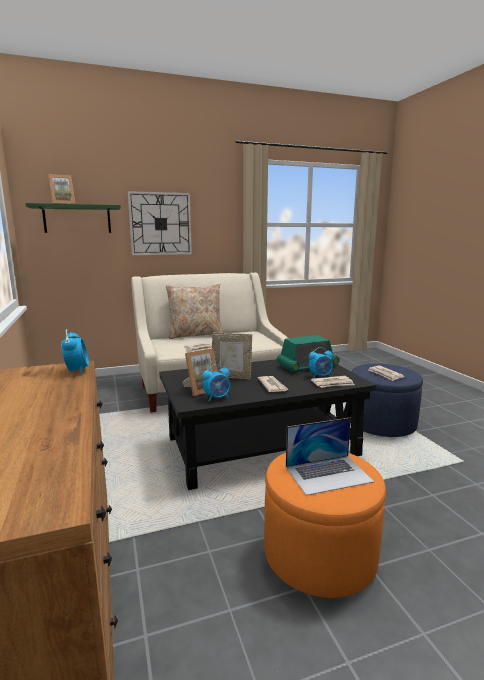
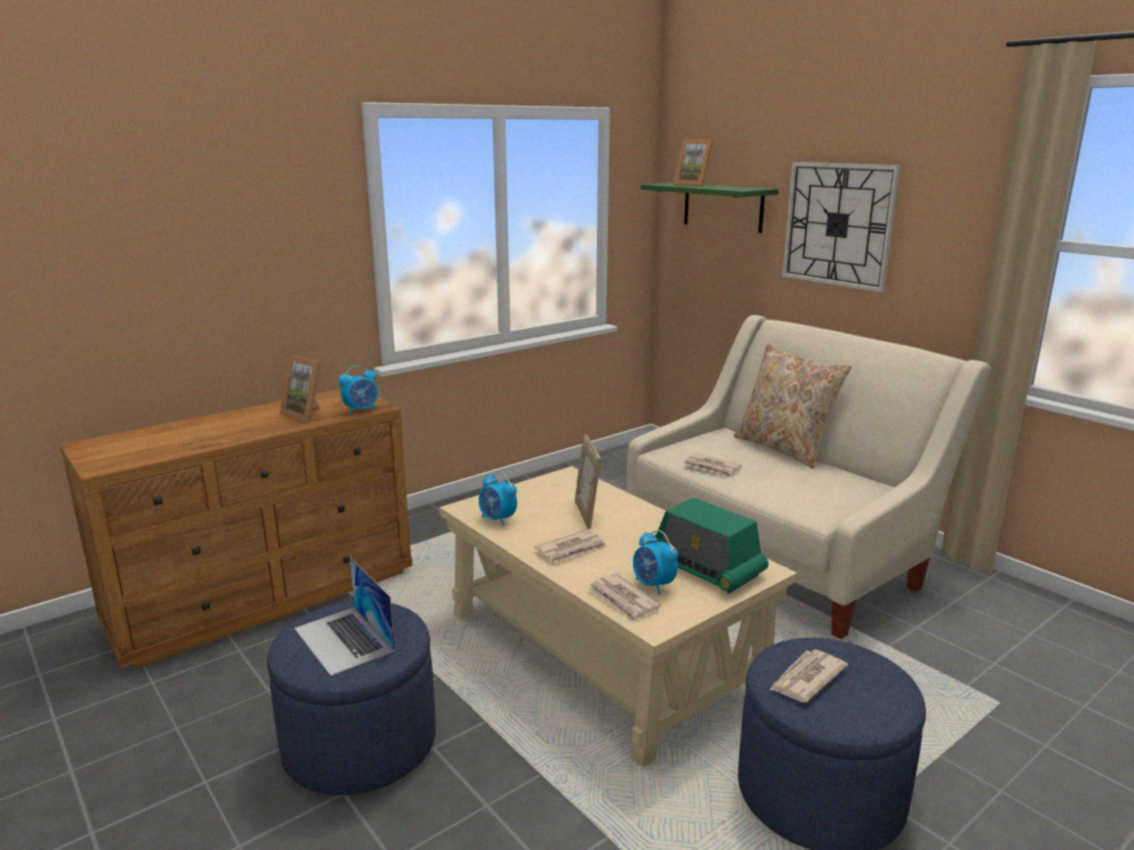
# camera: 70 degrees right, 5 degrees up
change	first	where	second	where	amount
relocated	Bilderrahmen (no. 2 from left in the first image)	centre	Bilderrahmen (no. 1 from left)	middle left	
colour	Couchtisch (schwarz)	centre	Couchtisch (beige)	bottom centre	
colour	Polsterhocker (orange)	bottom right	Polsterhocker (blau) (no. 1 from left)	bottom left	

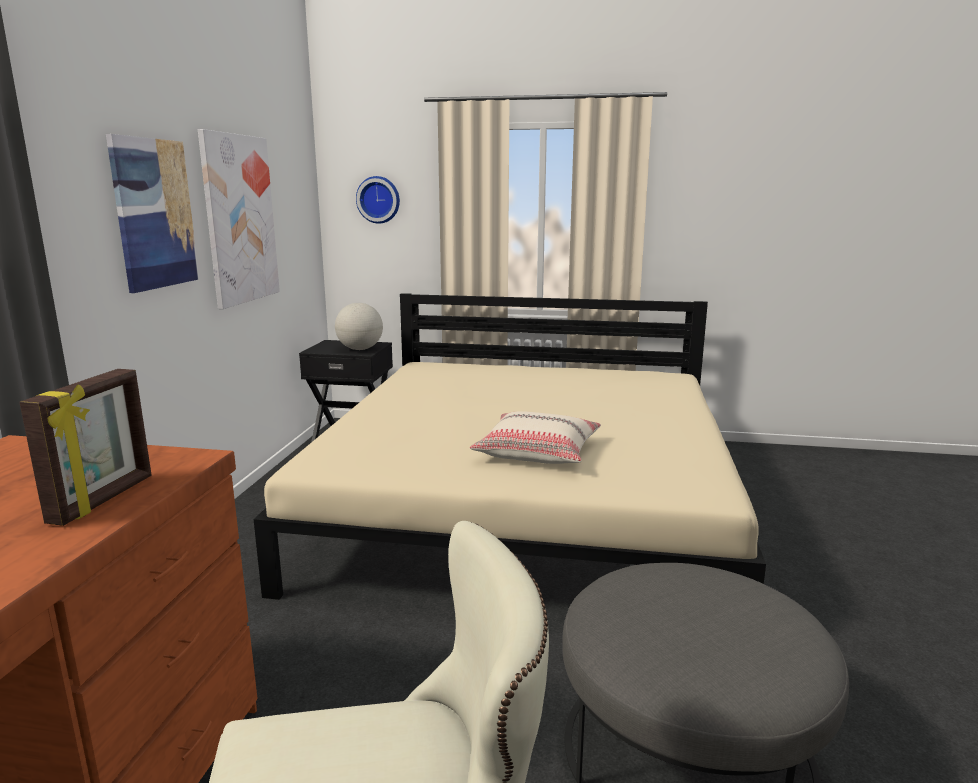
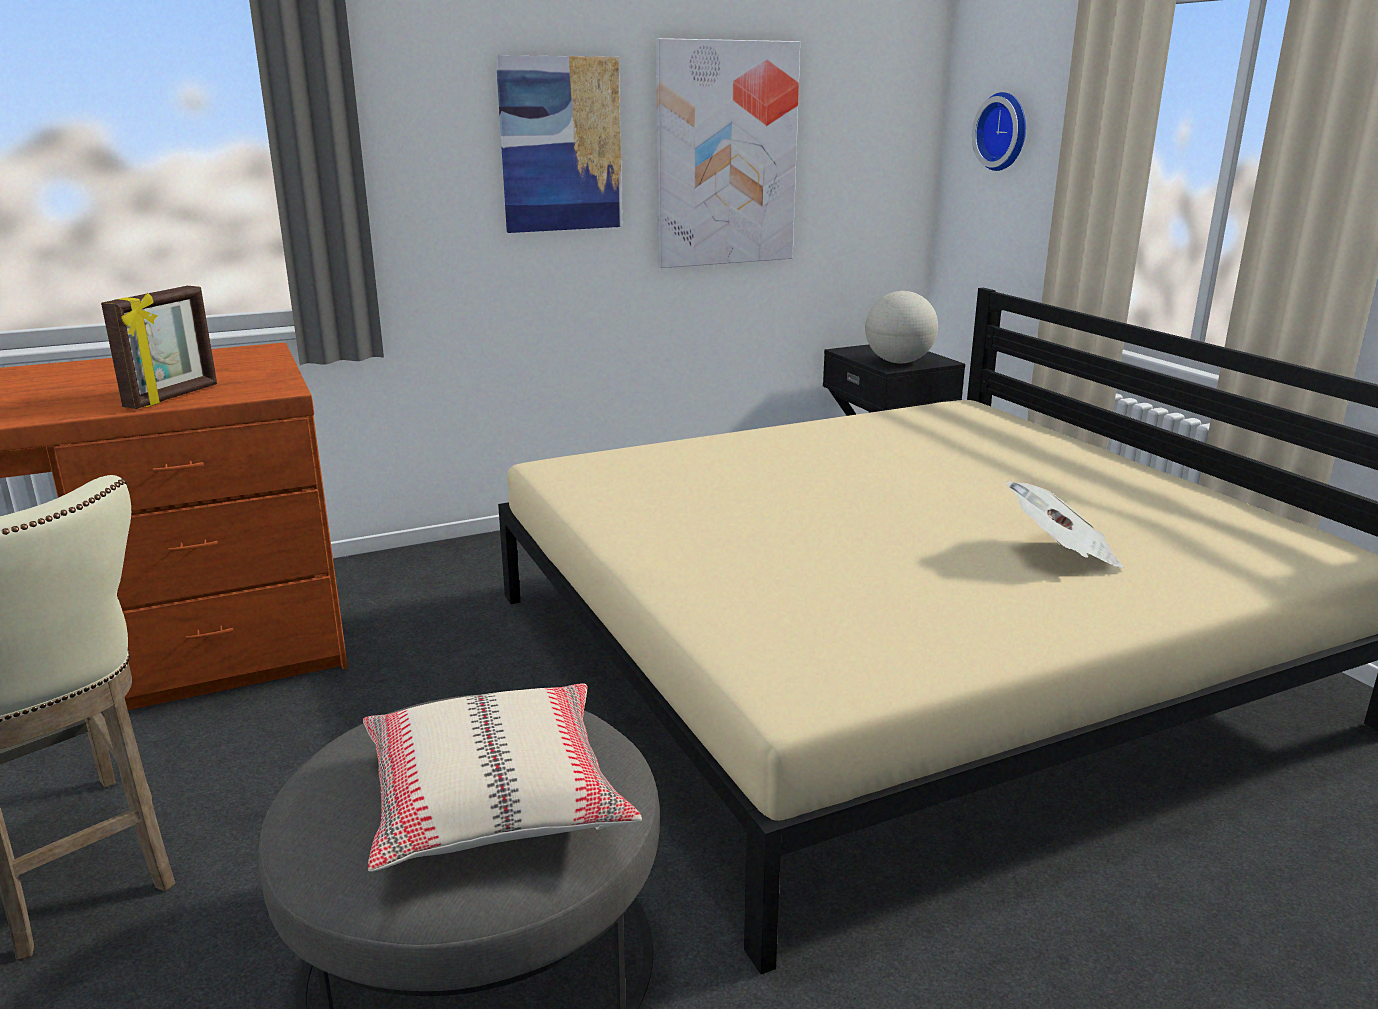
# camera: 55 degrees right, 5 degrees up
change	first	where	second	where	amount
spun	Bilderrahmen	middle left		middle left	45 degrees counterclockwise
relocated	Kissen (beige)	centre		bottom centre	
appeared			Zeitung	middle right	

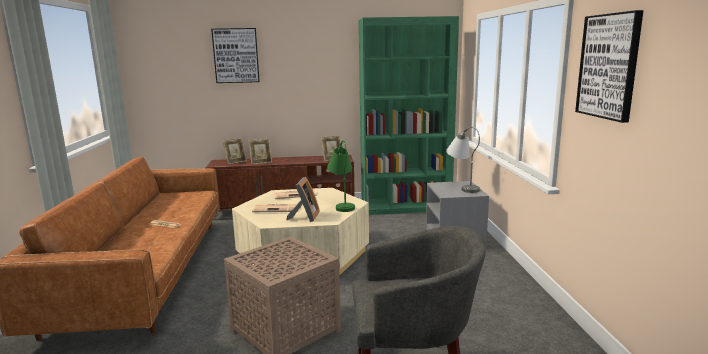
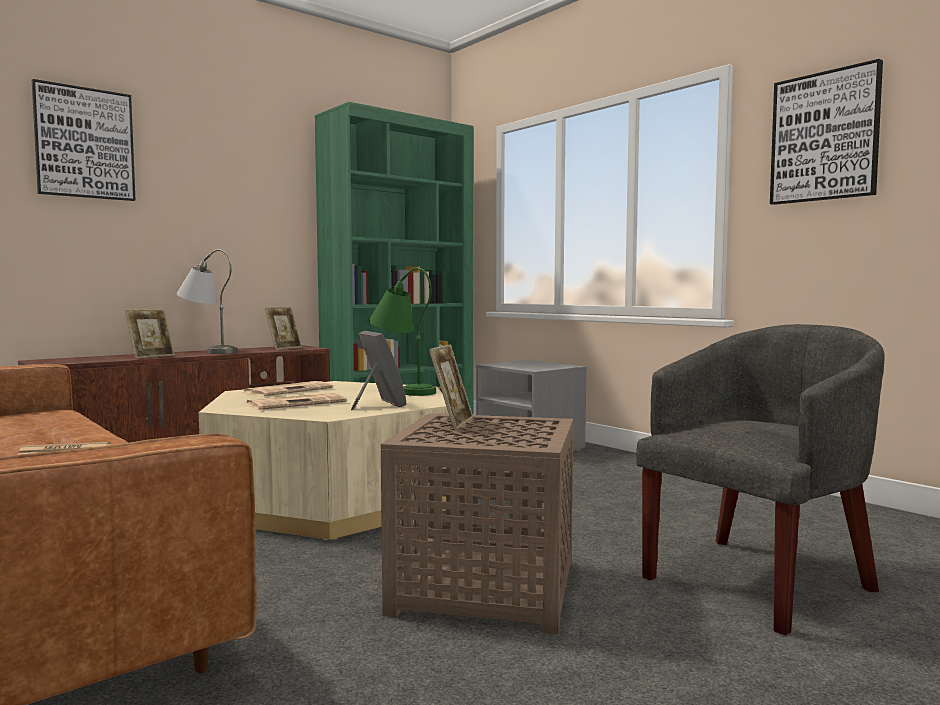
# camera: 35 degrees left, 10 degrees down
change	first	where	second	where	amount
relocated	Tischlampe (grau)	centre		middle left	
relocated	Bilderrahmen (no. 1 from left in the first image)	middle left	Bilderrahmen (no. 4 from left)	centre	

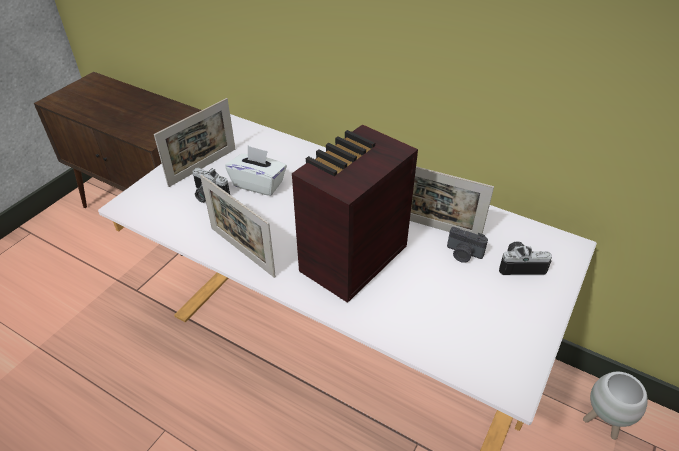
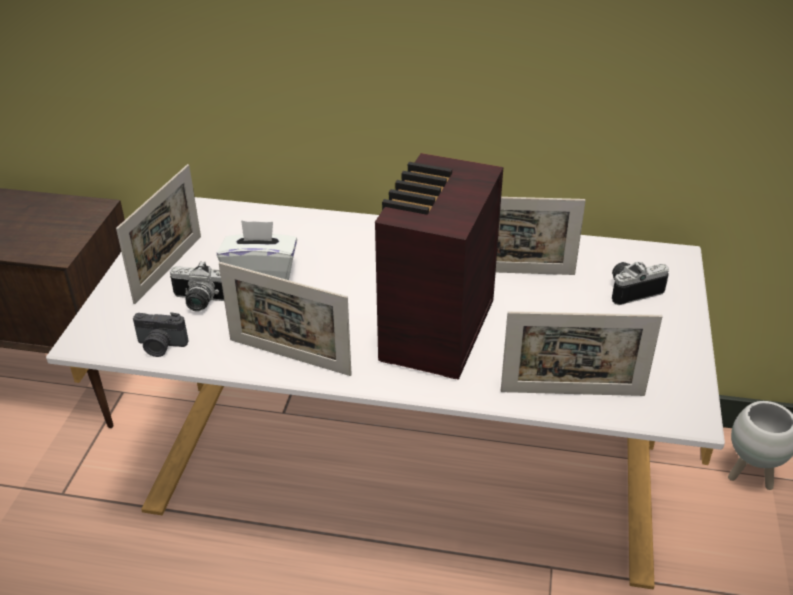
# camera: 20 degrees left, 5 degrees down
change	first	where	second	where	amount
relocated	Kamera (no. 2 from left in the first image)	middle right	Kamera (no. 1 from left)	middle left	
appeared			Bilderrahmen (no. 4 from left)	middle right	

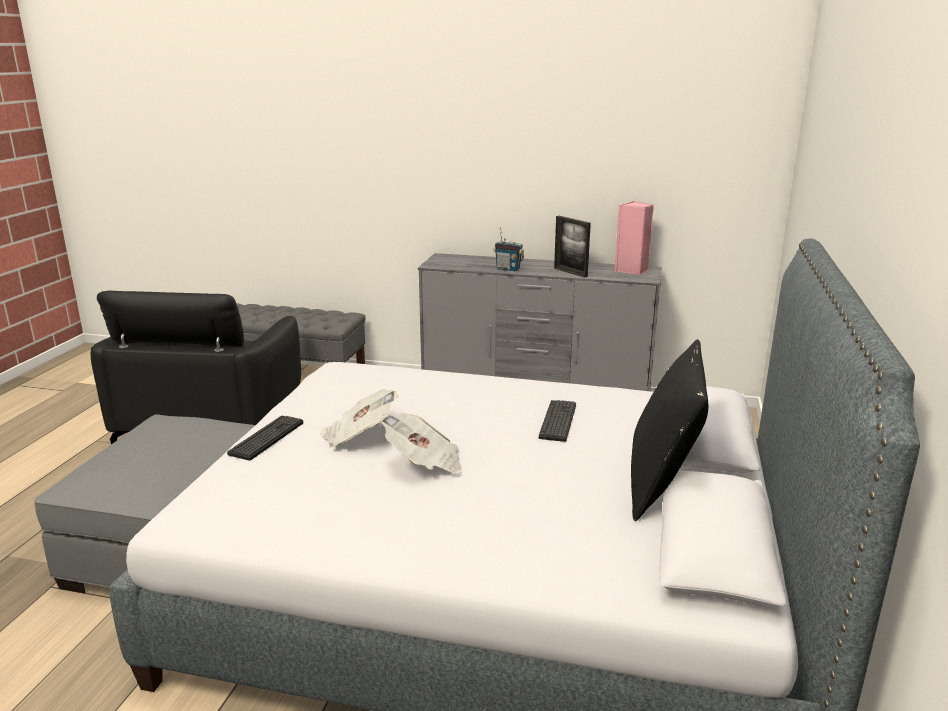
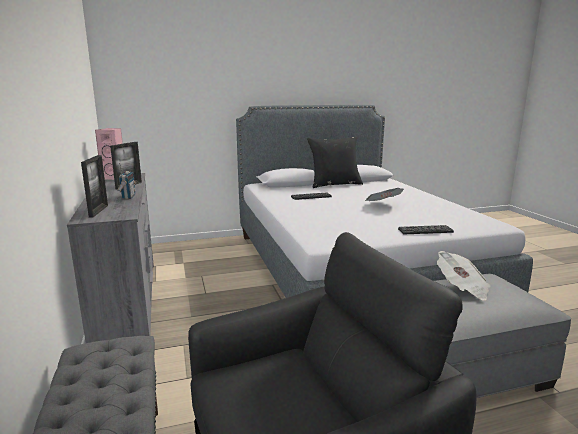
# camera: 120 degrees left, 5 degrees down
change	first	where	second	where	amount
relocated	Zeitung (no. 1 from left in the first image)	centre	Zeitung (no. 2 from left)	middle right	
appeared			Bilderrahmen (no. 1 from left)	middle left	

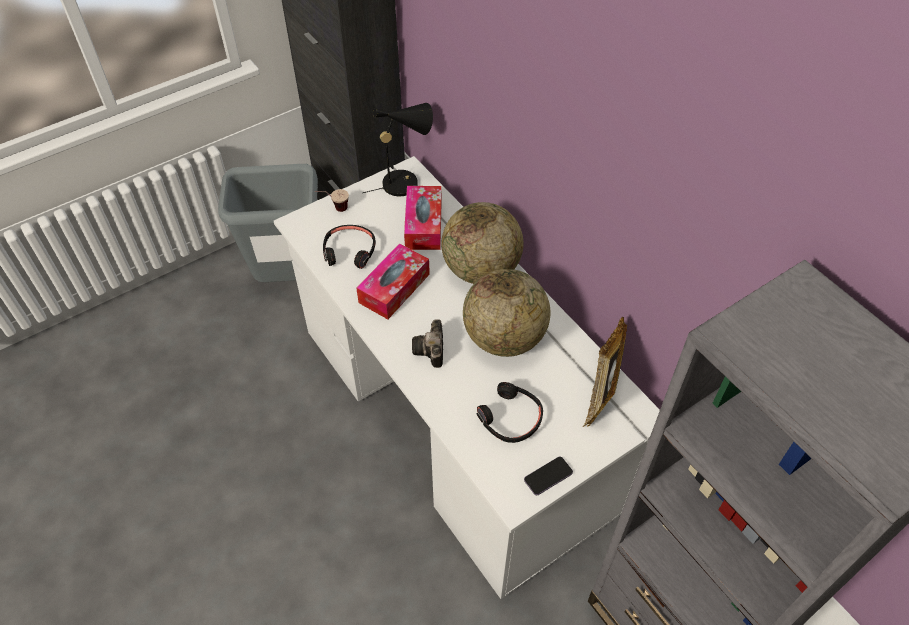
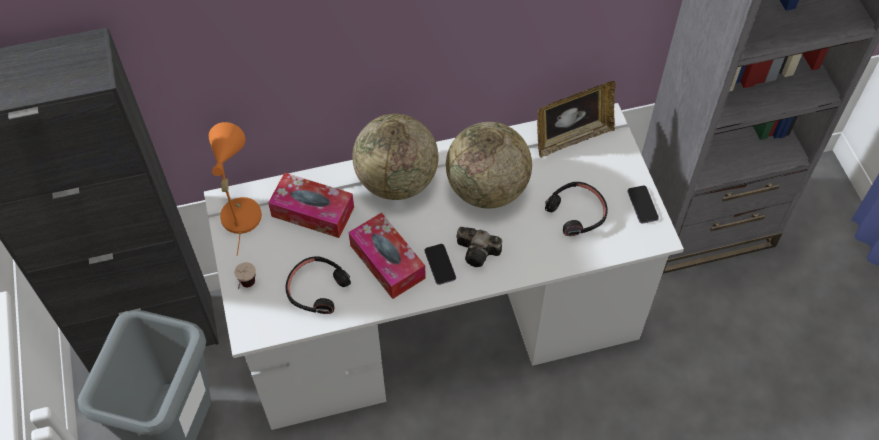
# camera: 70 degrees left, 5 degrees up
change	first	where	second	where	amount
colour	Tischlampe (schwarz)	top centre	Tischlampe (orange)	middle left	
spun	Bilderrahmen	centre		top centre	60 degrees counterclockwise
appeared			Handy (no. 1 from left)	centre	

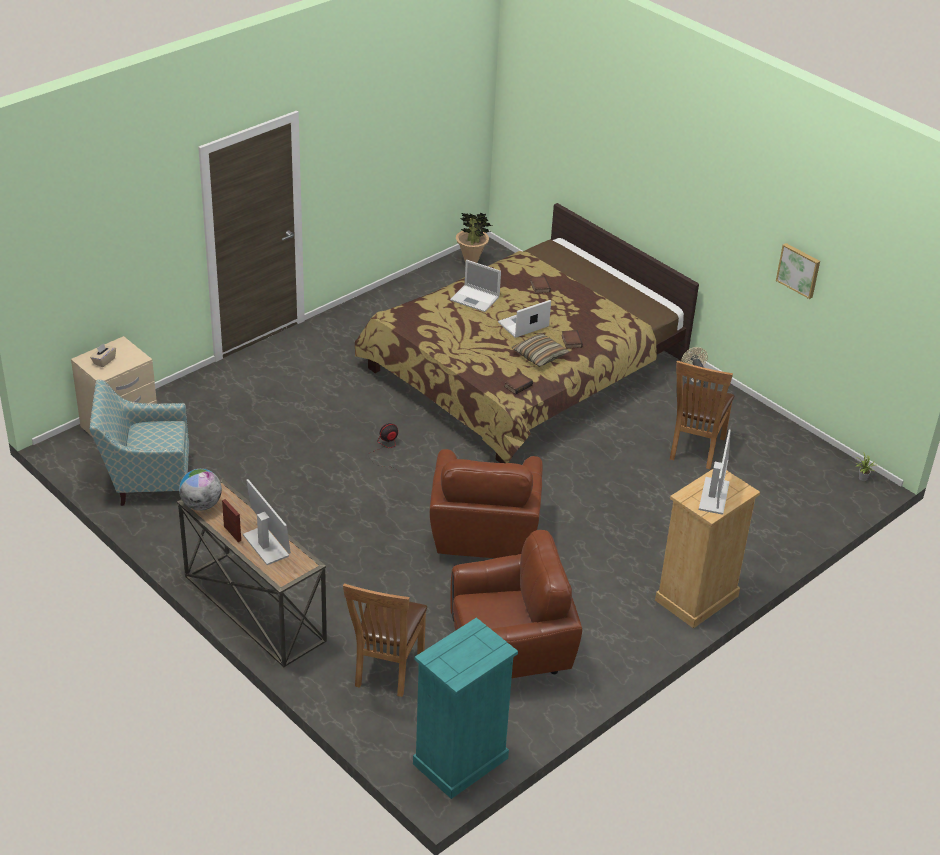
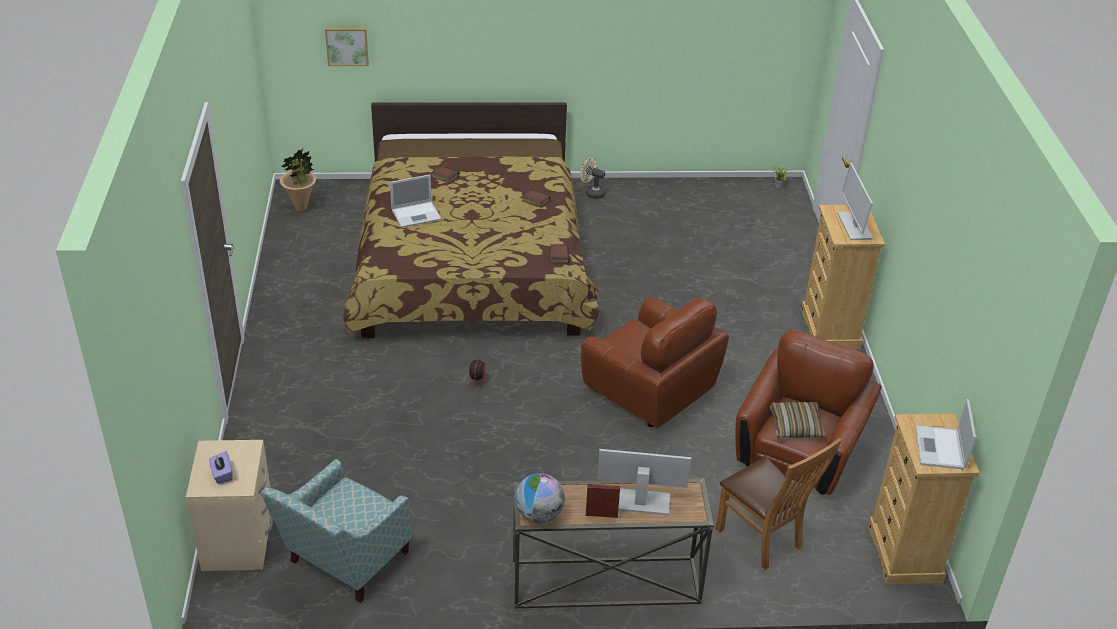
# camera: 50 degrees left, 0 degrees up
change	first	where	second	where	amount
relocated	Bild	top right		top left	
relocated	Laptop (no. 2 from left)	centre		bottom right	
relocated	Kissen	centre		bottom right	
colour	Taschentuchbox (beige)	middle left	Taschentuchbox (lila)	bottom left	
missing	Stuhl (braun) (no. 2 from left)	middle right			
spun	Monitor (no. 2 from left)	middle right		top right	150 degrees counterclockwise
colour	Kommode (türkis)	bottom centre	Kommode (beige) (no. 2 from left)	bottom right	

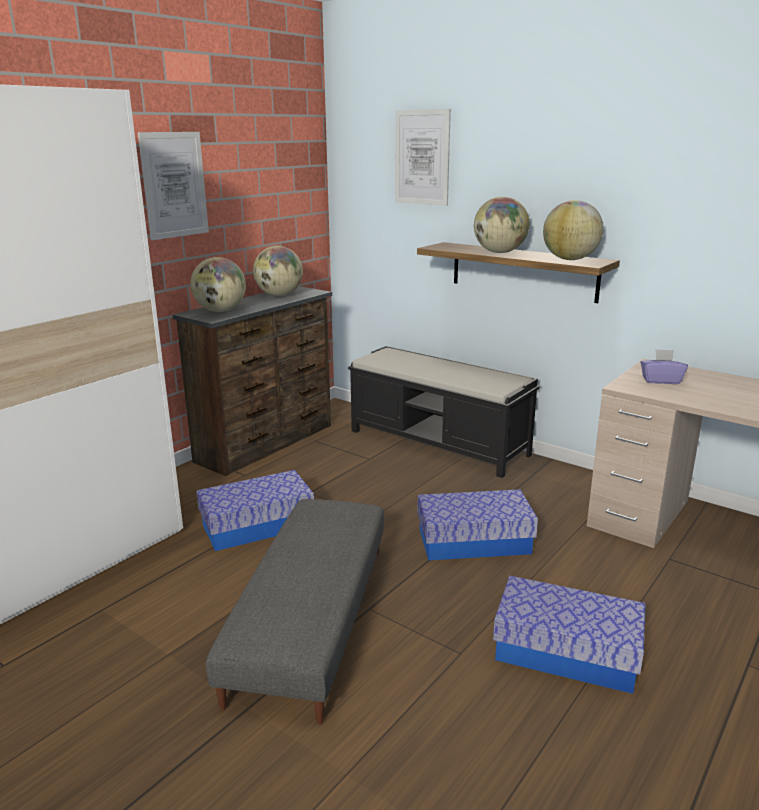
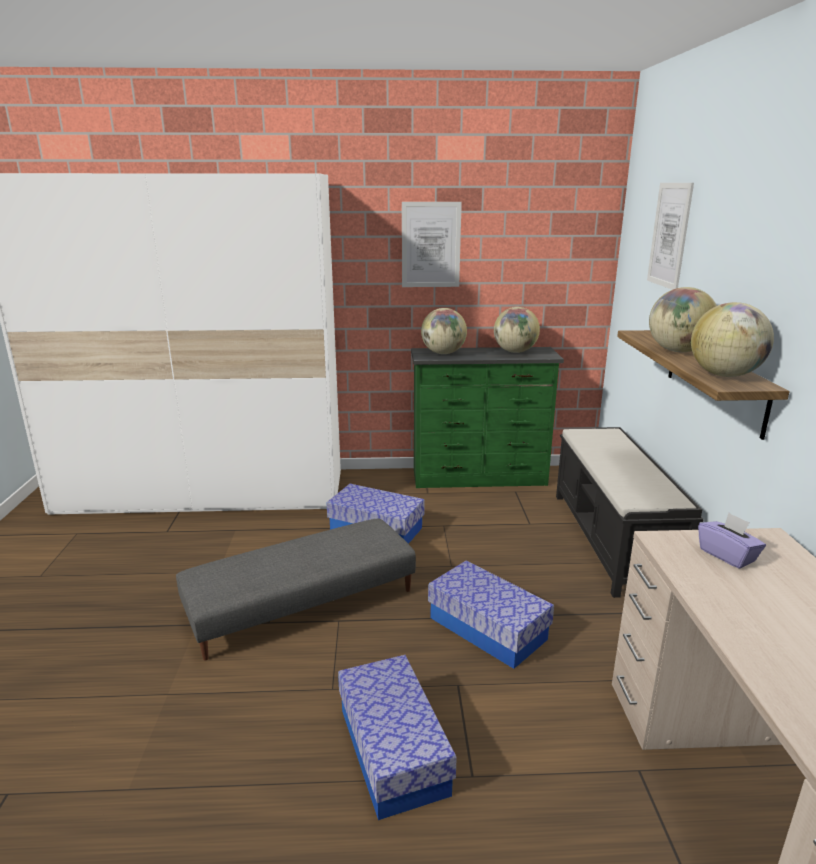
# camera: 50 degrees right, 0 degrees up
change	first	where	second	where	amount
colour	Kommode (braun)	middle left	Kommode (grün)	centre	

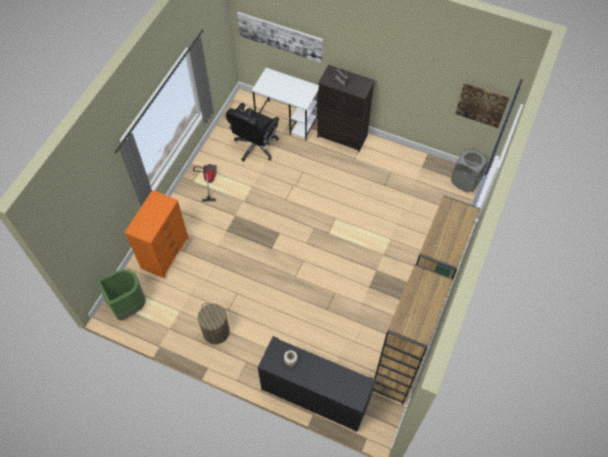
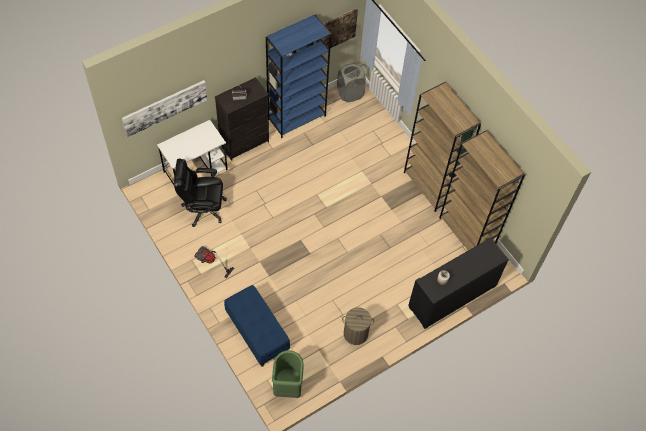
# camera: 60 degrees left, 0 degrees up
change	first	where	second	where	amount
spun	Bürostuhl (schwarz)	top centre		middle left	120 degrees clockwise
exchanged	Kommode (orange)	middle left	Bank (blau)	bottom centre	
appeared			Bücherregal (blau)	top centre	

